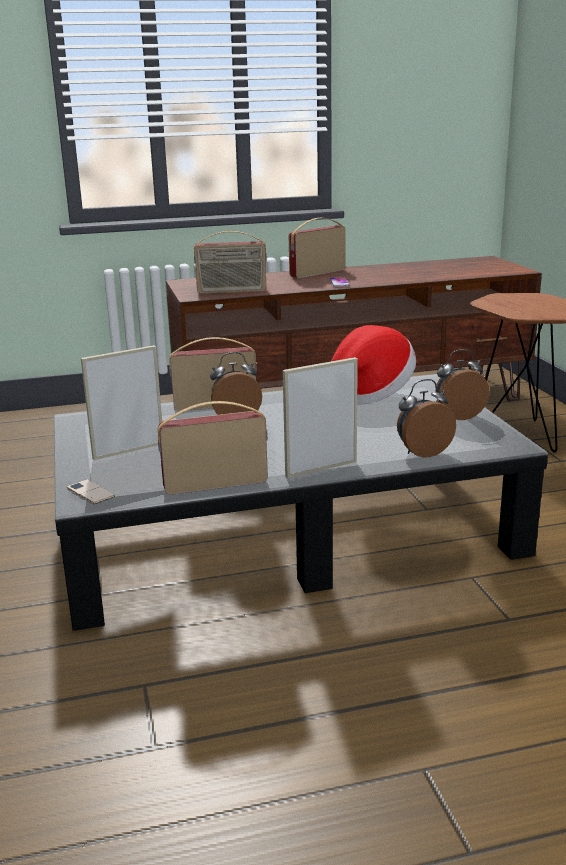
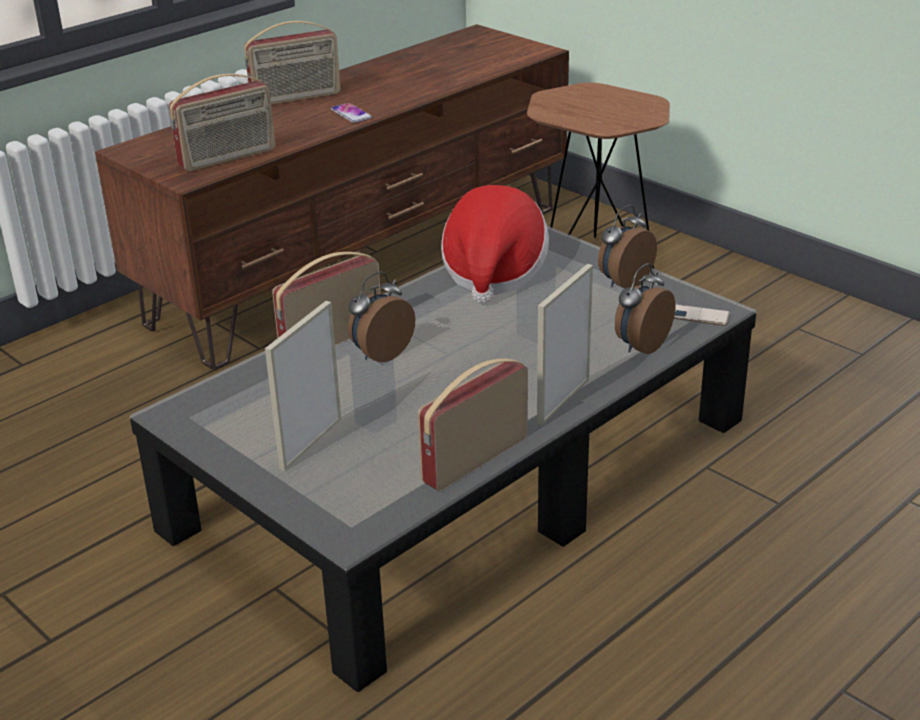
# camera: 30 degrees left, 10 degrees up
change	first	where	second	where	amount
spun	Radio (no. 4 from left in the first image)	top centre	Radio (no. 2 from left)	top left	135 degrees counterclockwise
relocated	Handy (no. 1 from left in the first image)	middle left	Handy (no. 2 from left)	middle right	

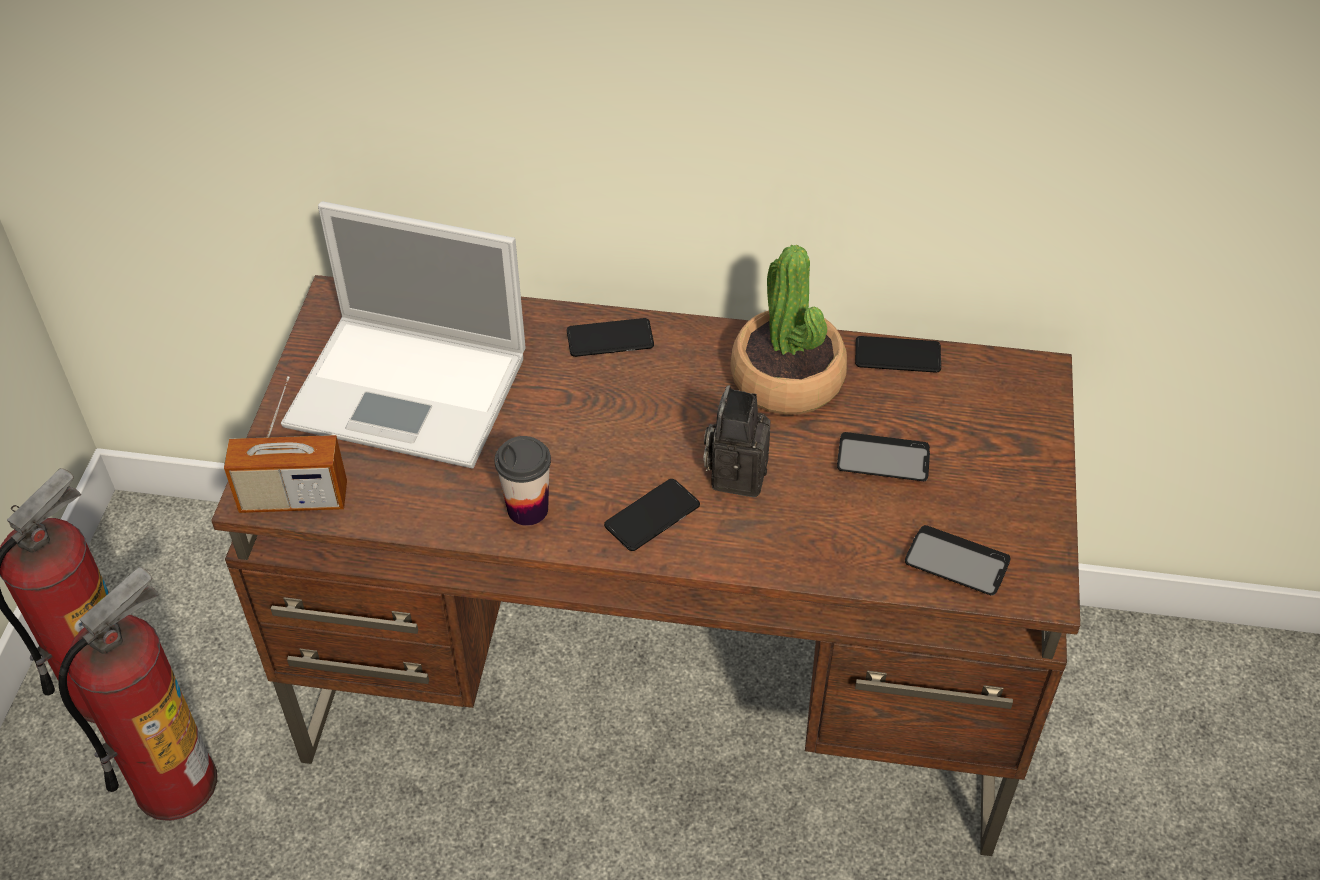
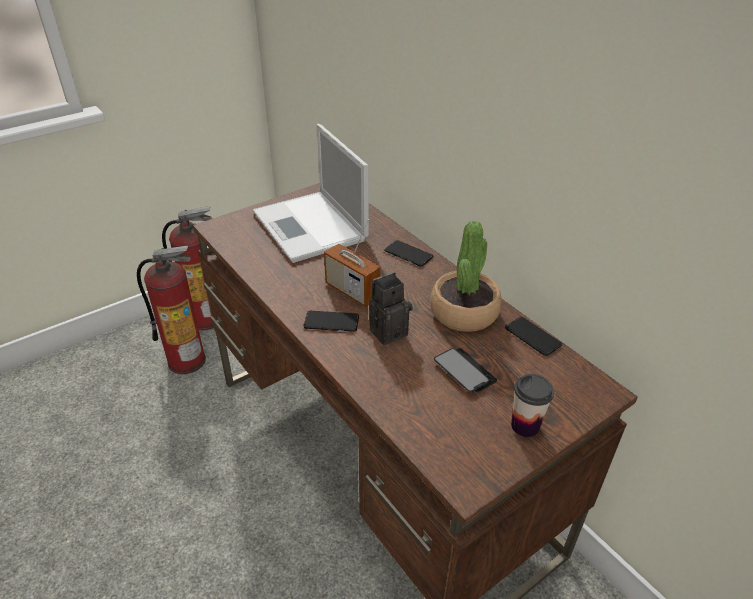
# camera: 45 degrees right, 10 degrees down
change	first	where	second	where	amount
relocated	Radio	middle left		centre	
relocated	Tasse	centre		bottom right	
missing	Handy (no. 5 from left)	middle right			

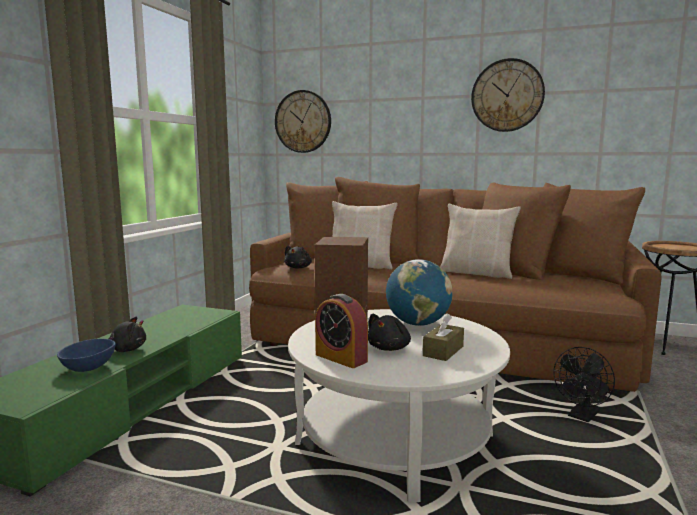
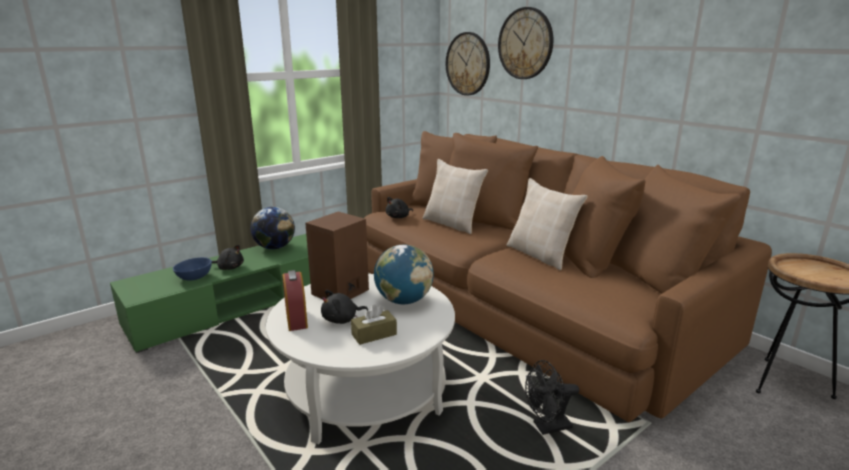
# camera: 30 degrees right, 10 degrees up
change	first	where	second	where	amount
relocated	Wanduhr (no. 2 from left)	top right		top centre	
appeared			Globus (no. 1 from left)	middle left	

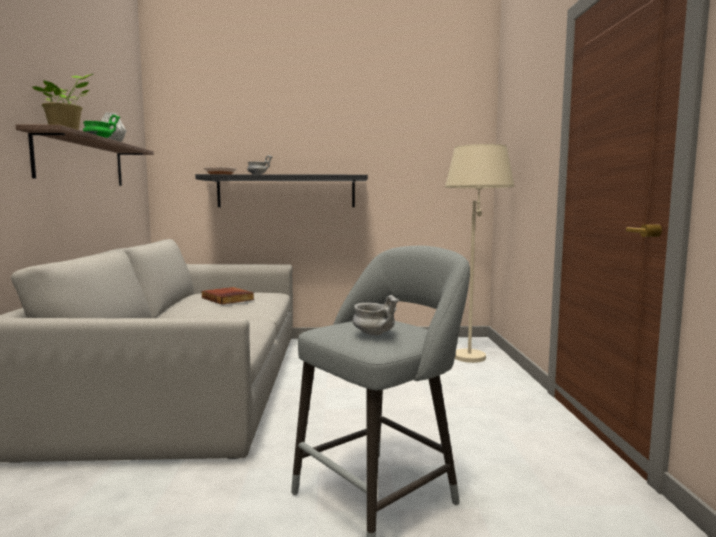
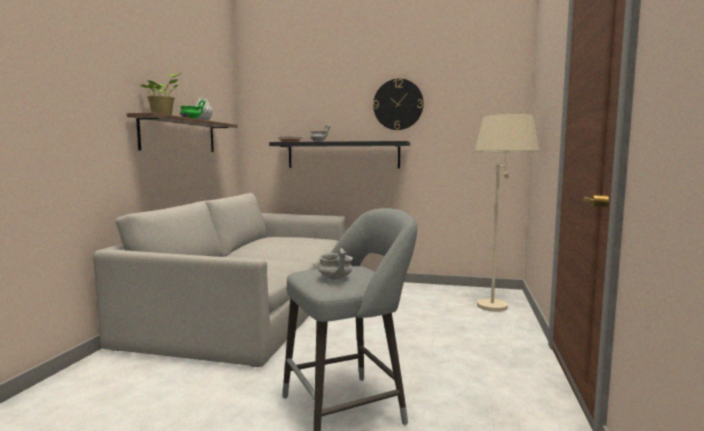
# camera: 15 degrees right, 0 degrees up
change	first	where	second	where	amount
missing	Buch	middle left			
appeared			Wanduhr	top centre	

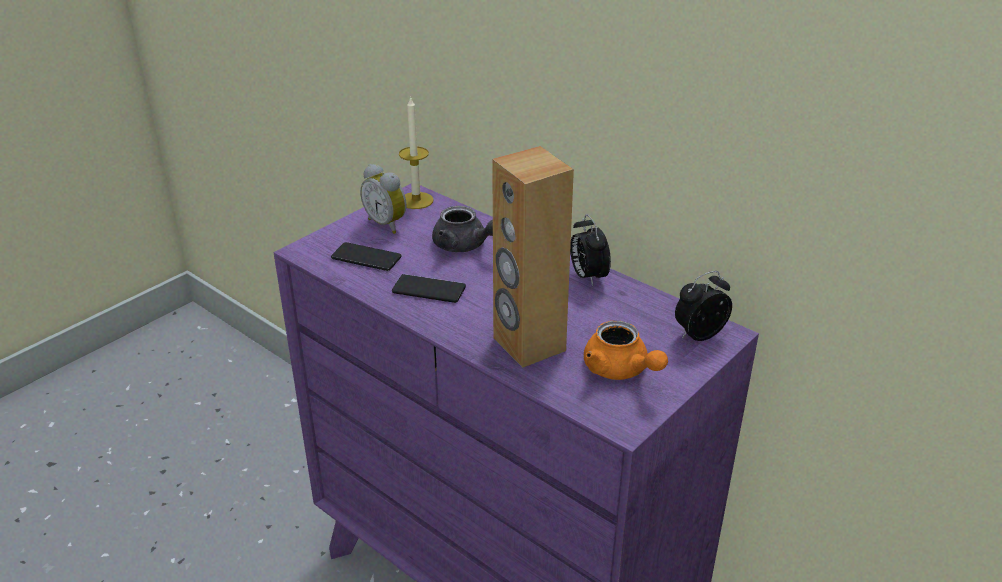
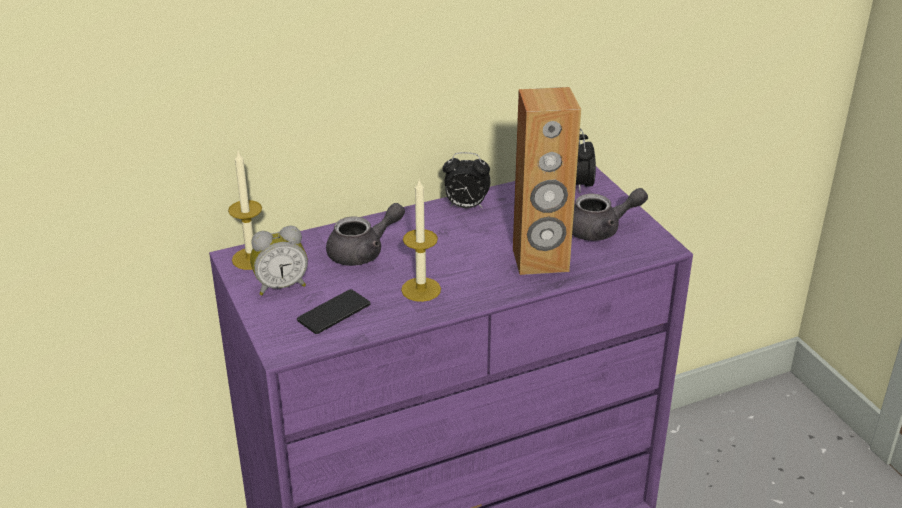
# camera: 65 degrees left, 0 degrees up
change	first	where	second	where	amount
exchanged	Handy (no. 2 from left)	centre	Kerze (no. 2 from left)	centre	
colour	Teekanne (orange)	centre	Teekanne (grau) (no. 2 from left)	middle right	

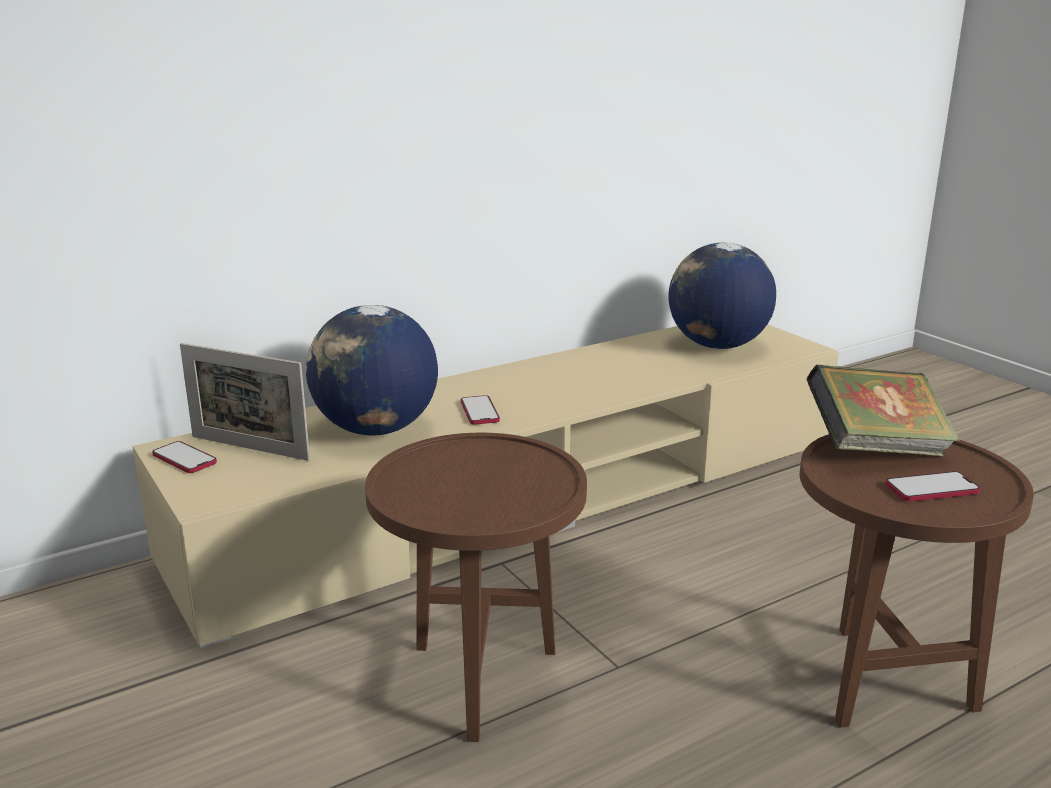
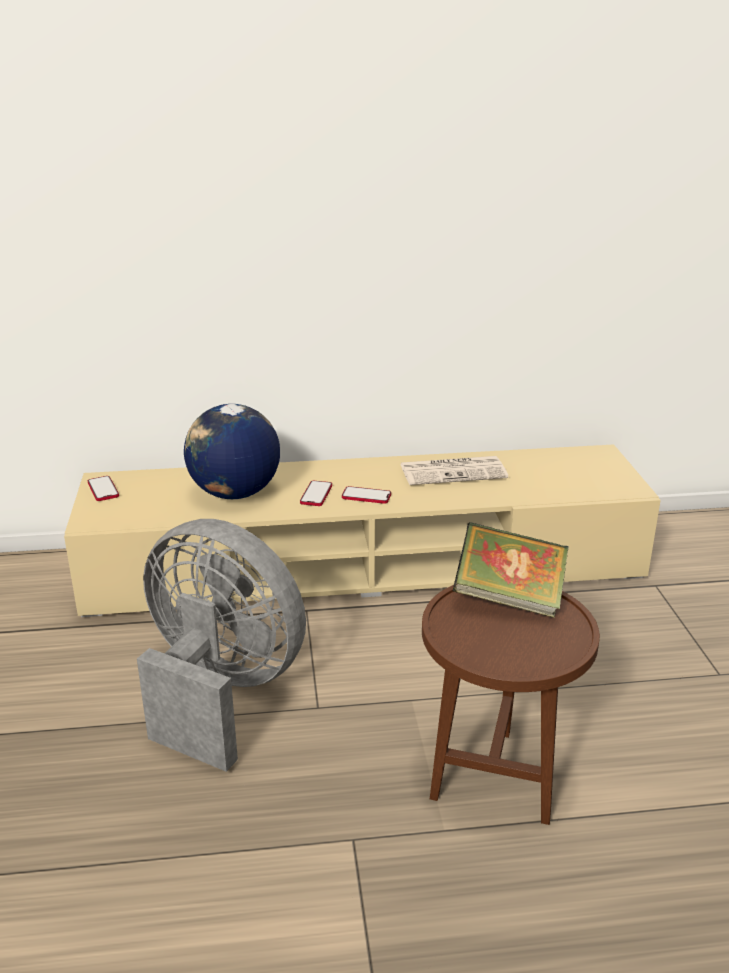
# camera: 25 degrees right, 5 degrees up
change	first	where	second	where	amount
missing	Globus (no. 2 from left)	middle right			
missing	Bilderrahmen	middle left			
exchanged	Beistelltisch (braun) (no. 1 from left)	bottom centre	Ventilator (grau)	middle left	
relocated	Handy (no. 3 from left)	middle right		centre	
appeared			Zeitung	centre	

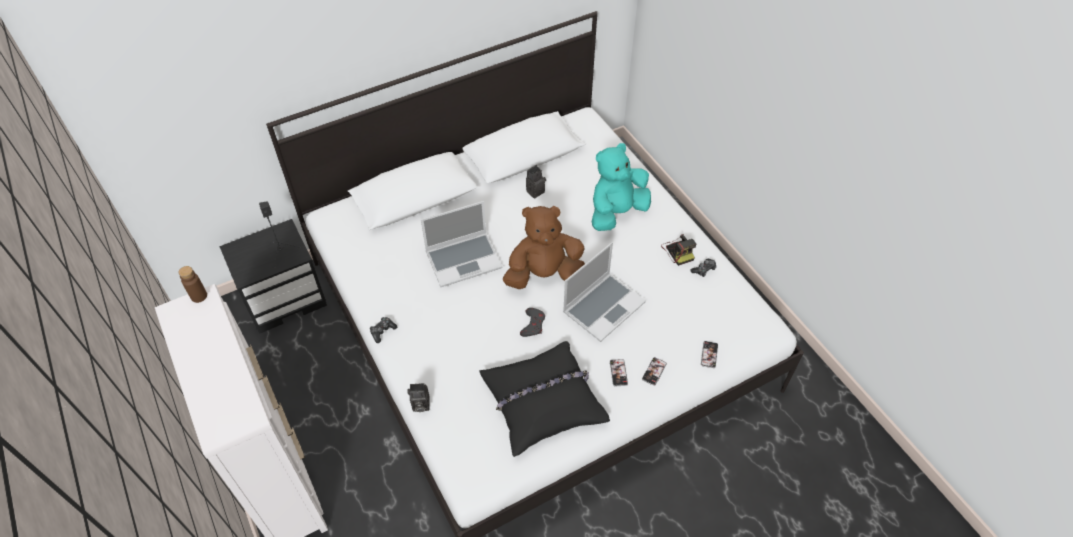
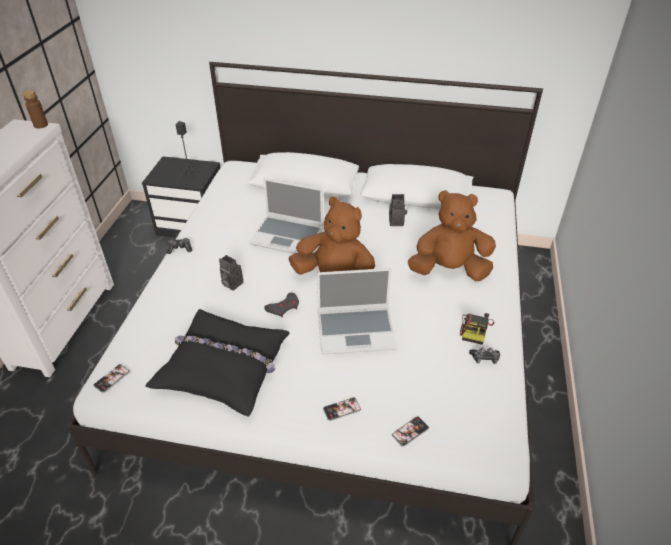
# camera: 40 degrees right, 10 degrees down
change	first	where	second	where	amount
colour	Plüschtier (türkis)	centre	Plüschtier (braun) (no. 2 from left)	middle right	
relocated	Handy (no. 1 from left)	bottom centre		bottom left	
relocated	Kamera (no. 1 from left)	bottom centre		centre	

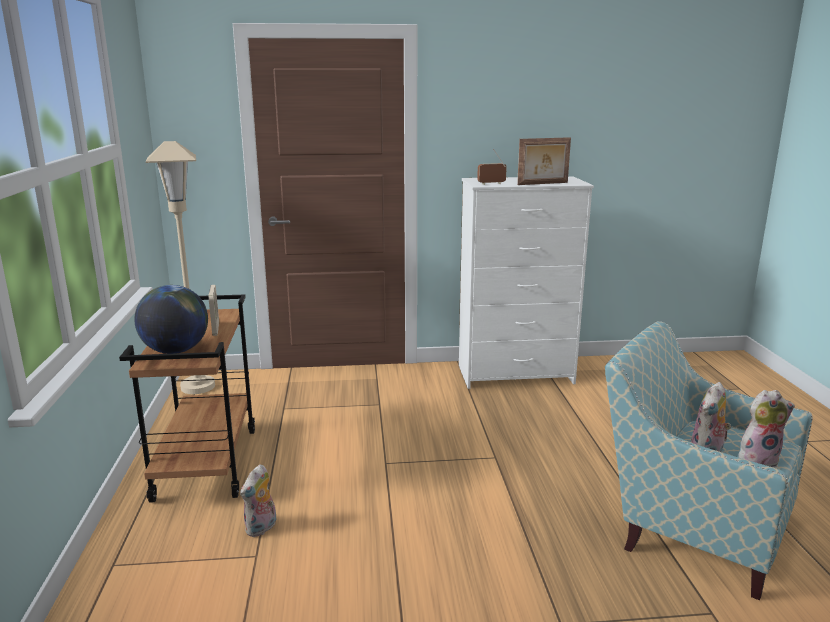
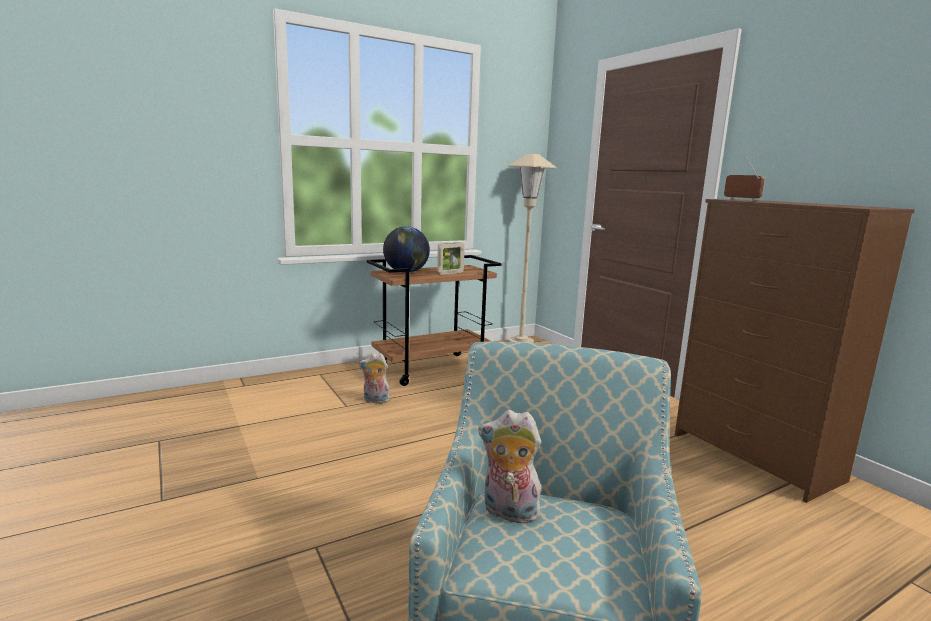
# camera: 65 degrees right, 5 degrees down
change	first	where	second	where	amount
missing	Bilderrahmen (no. 2 from left)	top centre			
colour	Kommode (weiß)	centre	Kommode (braun)	middle right	
missing	Plüschtier (no. 3 from left)	bottom right			

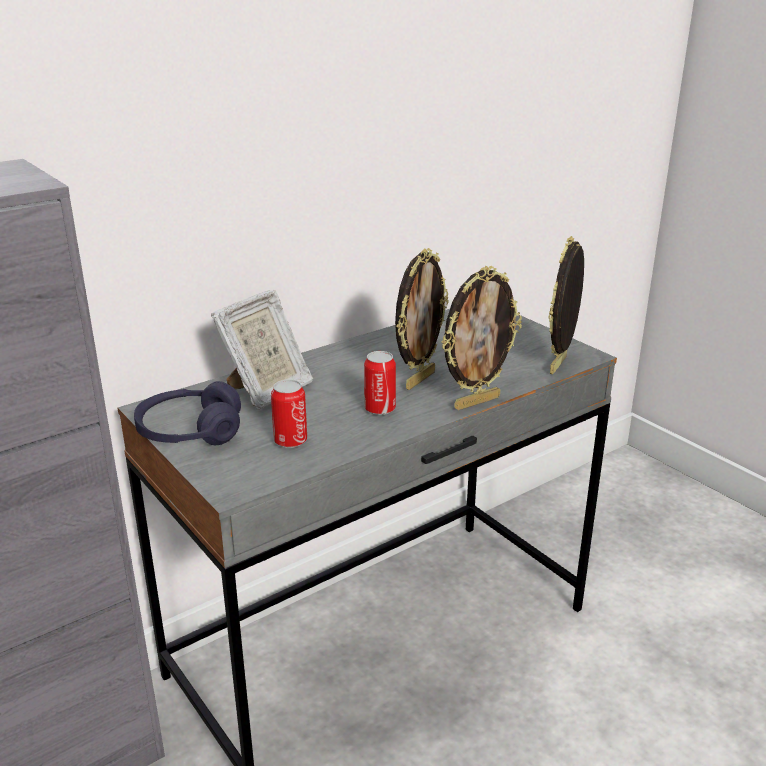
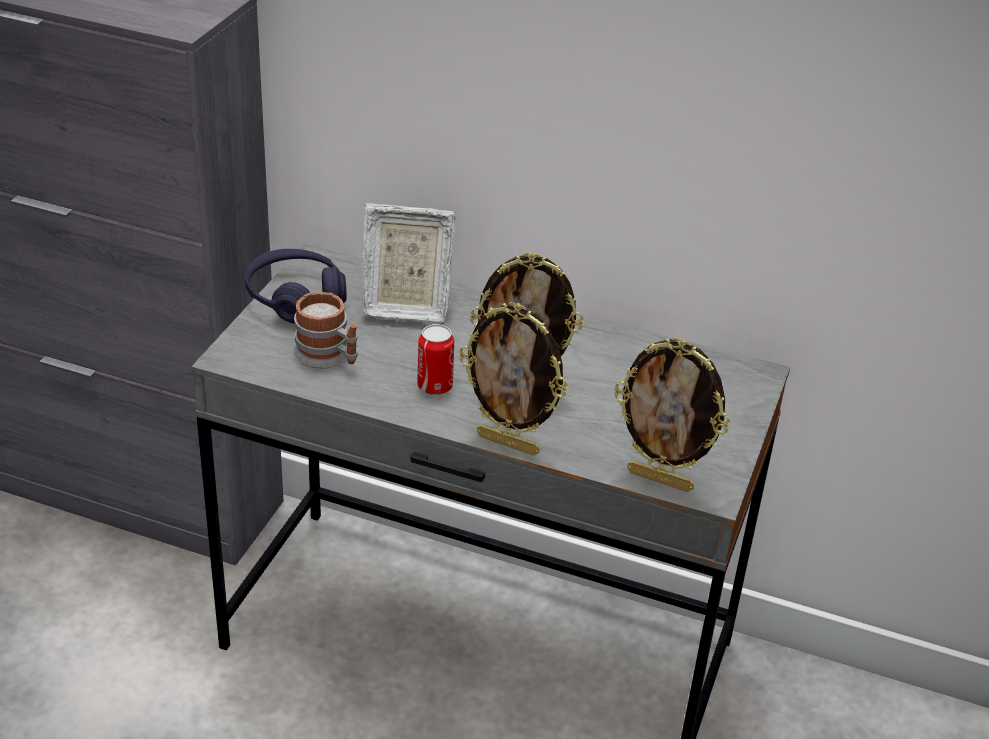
# camera: 55 degrees right, 10 degrees up
change	first	where	second	where	amount
spun	Bilderrahmen (no. 4 from left)	middle right		middle right	150 degrees counterclockwise
exchanged	Dose (no. 1 from left)	centre	Henkelbecher	middle left	

